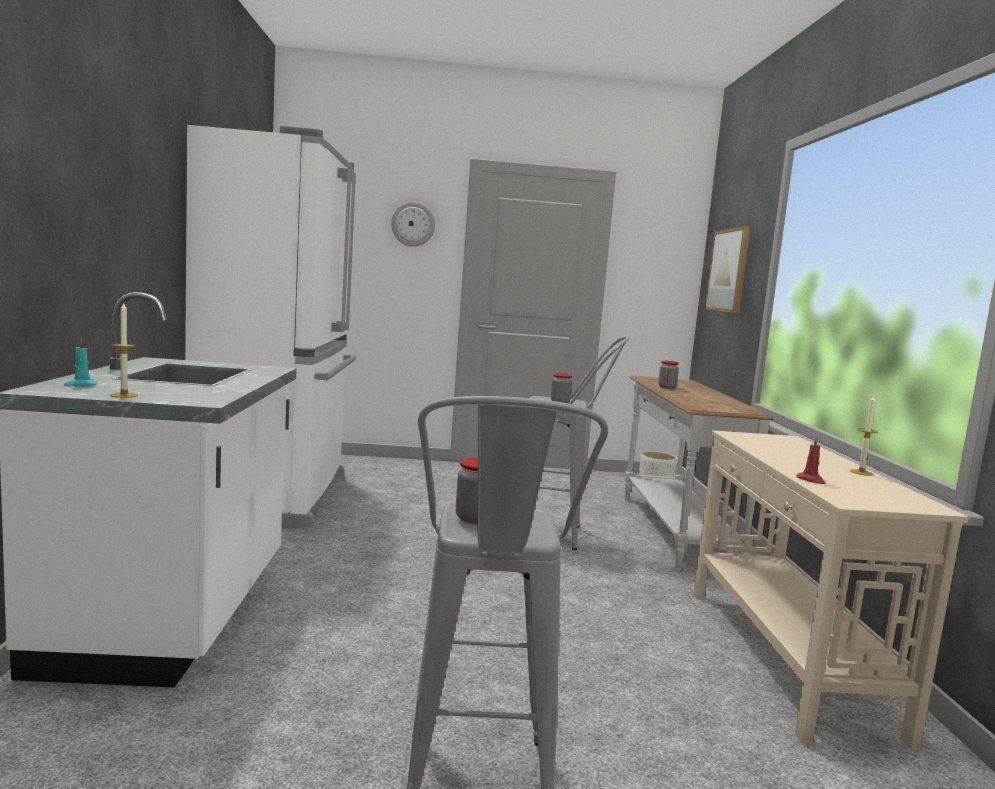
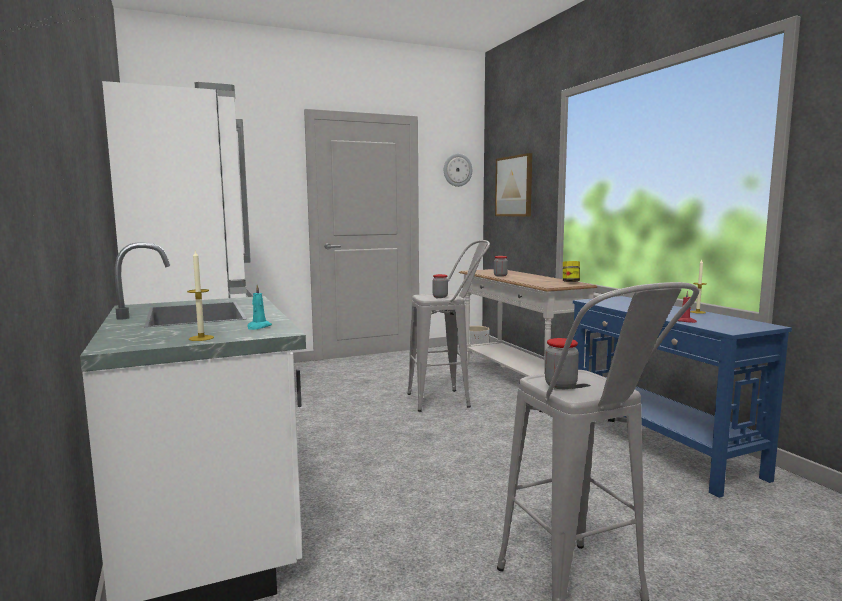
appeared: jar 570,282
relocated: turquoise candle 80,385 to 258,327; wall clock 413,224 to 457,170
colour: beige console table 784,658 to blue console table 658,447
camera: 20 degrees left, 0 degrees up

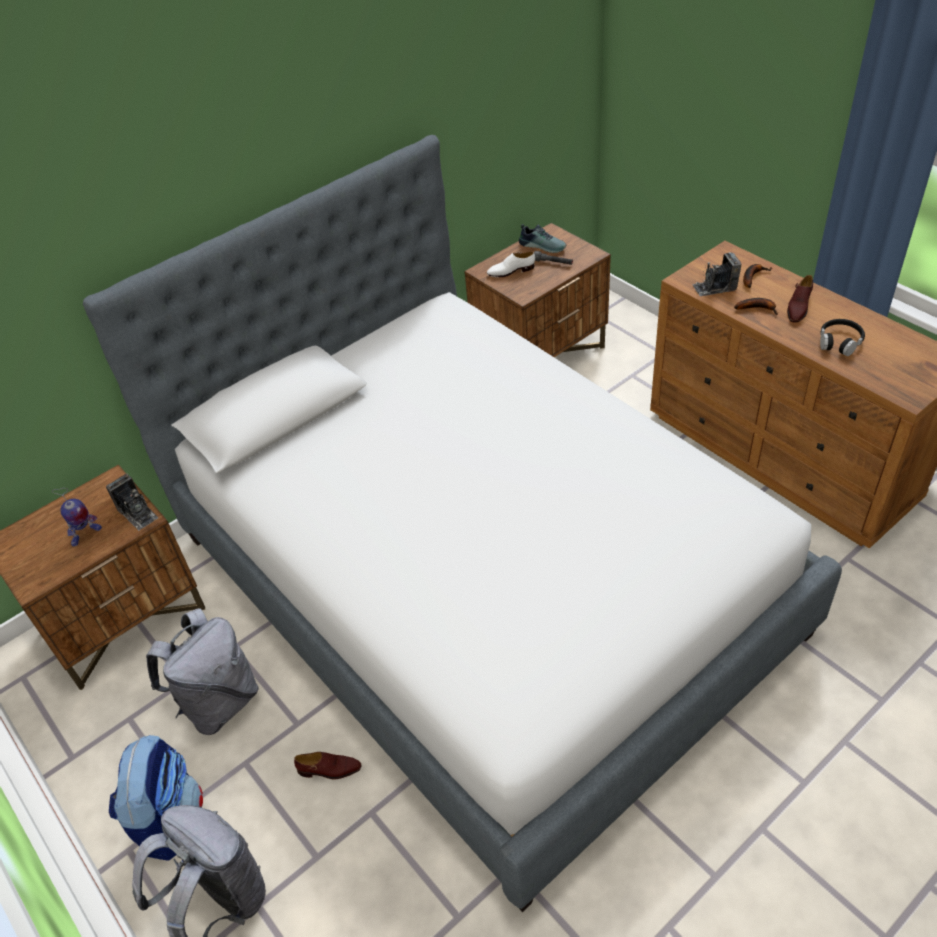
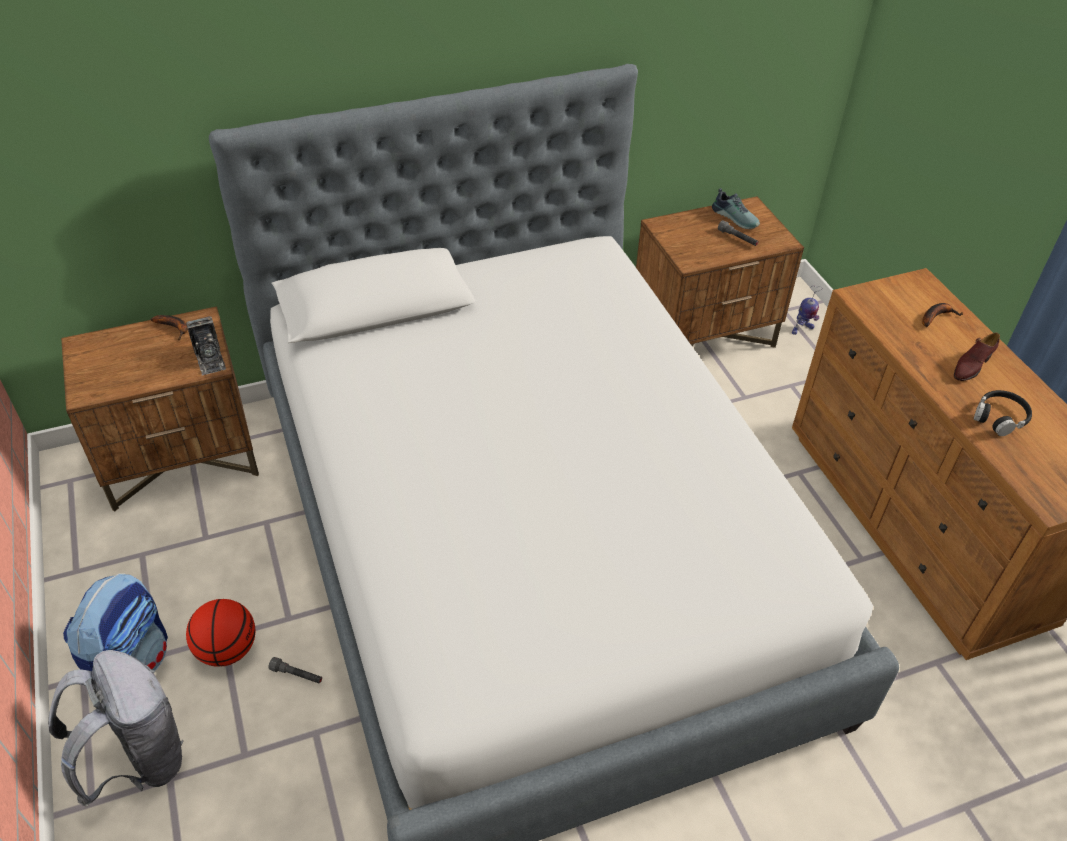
missing: grey backpack 219,702; white shoe 511,271; photo camera 714,287
appeared: basketball 227,650
relocated: toy robot 85,535 to 802,329; banana 758,308 to 174,328
exchanged: brown shoe 329,770 to grey flashlight 297,675
camera: 15 degrees right, 0 degrees up

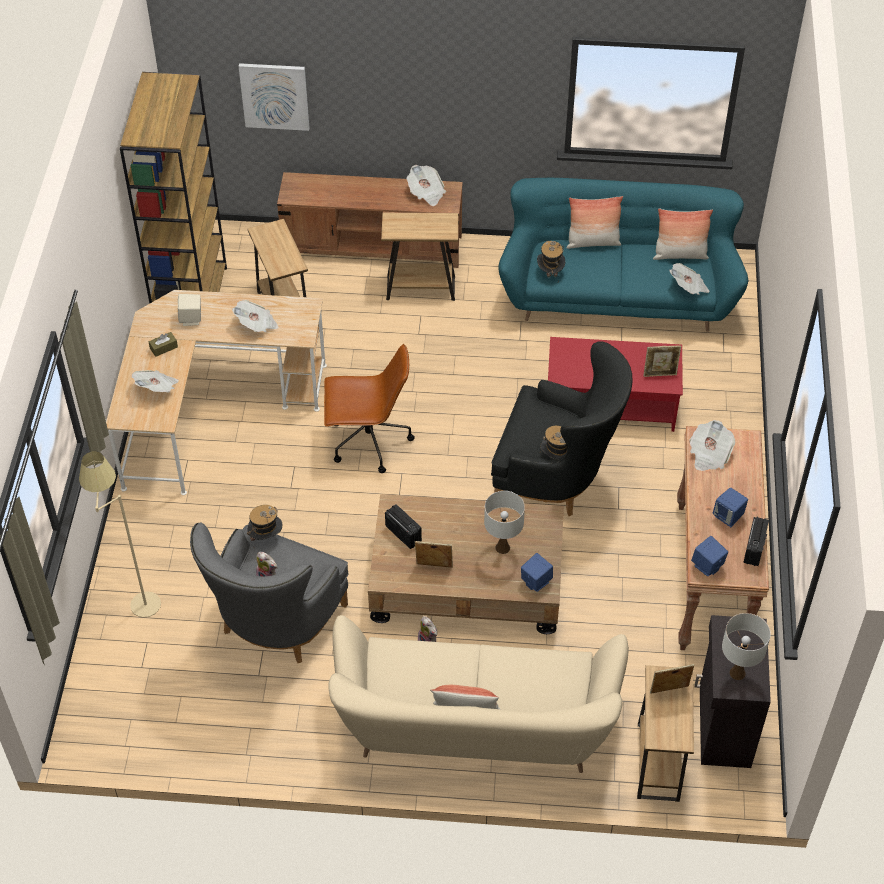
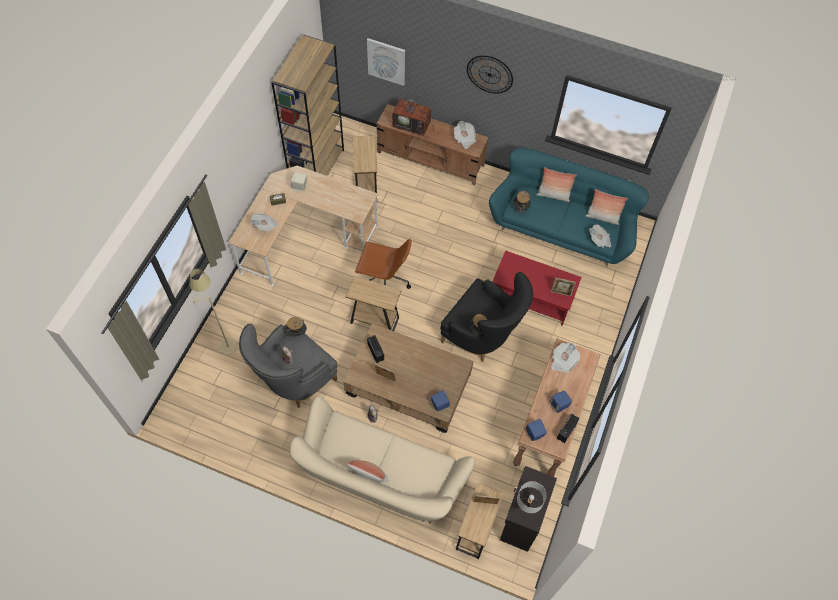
missing: newspaper 257,325; white table lamp 502,548
appeared: television 413,125; wall clock 489,74
relocated: brown side table 420,288 to 374,320
camera: 15 degrees right, 10 degrees up

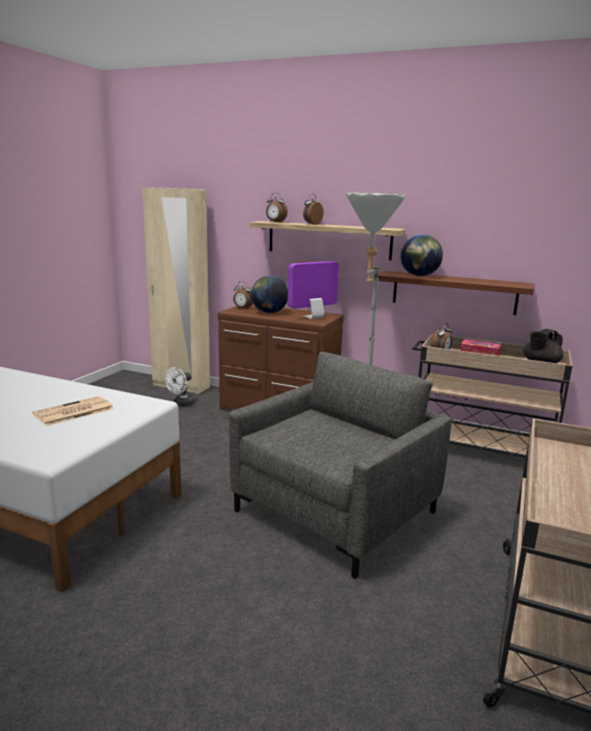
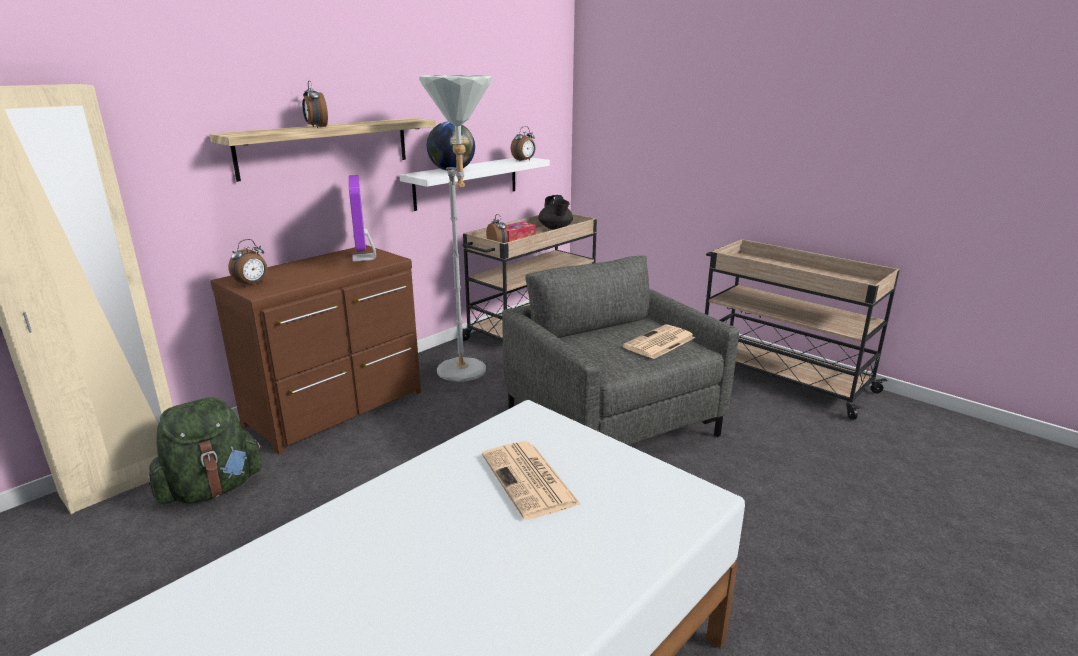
missing: globe 269,312
appeared: newspaper 659,343
relocated: alarm clock 275,222 to 524,161
exchanged: white fan 181,404 to green backpack 212,489
colour: brown shelf 453,292 to white shelf 466,182
camera: 70 degrees left, 5 degrees up

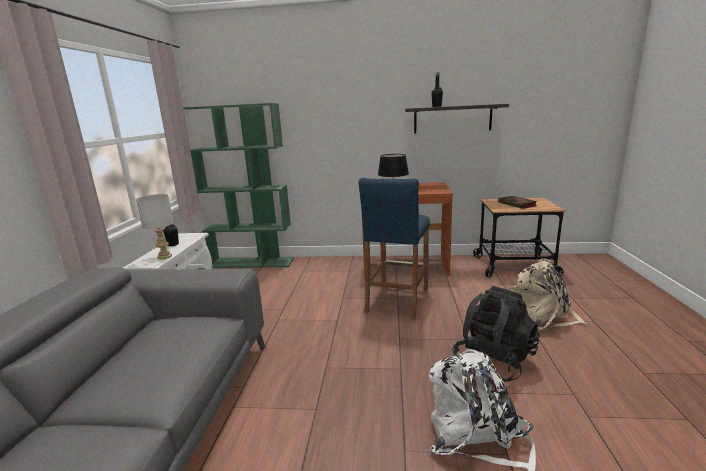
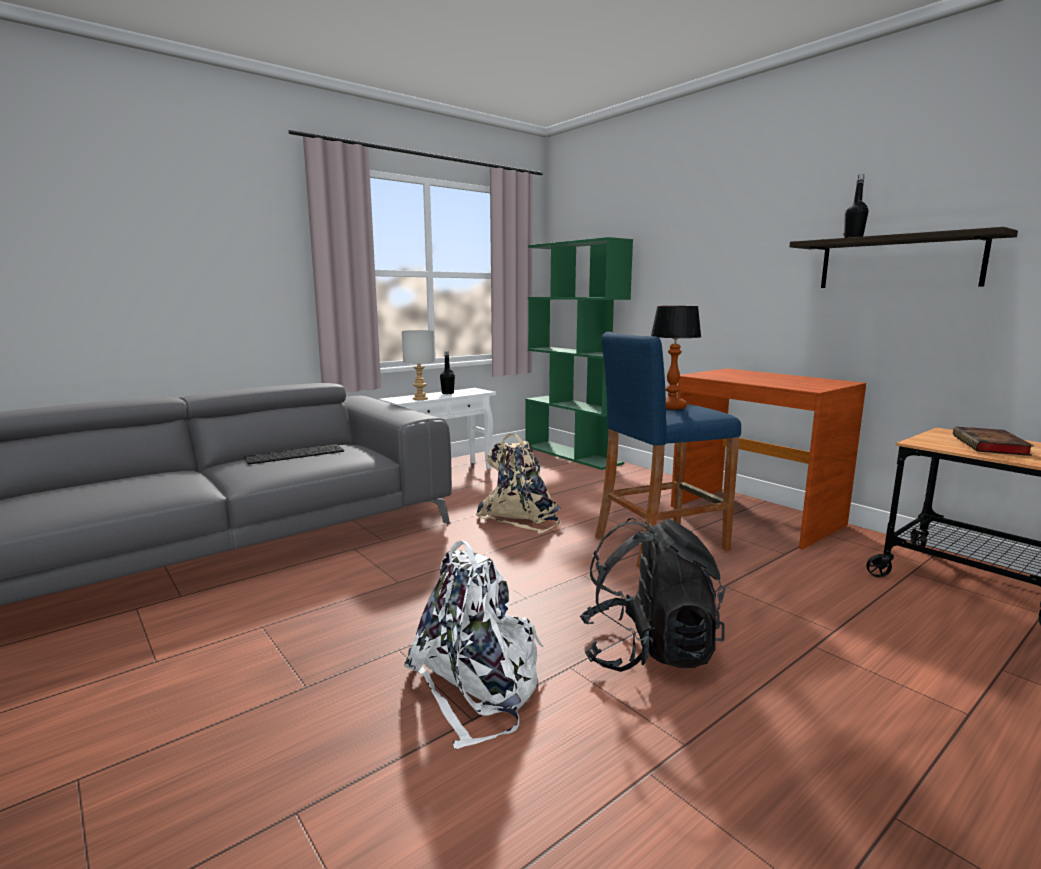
appeared: keyboard 295,454
relocated: beige backpack 541,318 to 521,517
camera: 45 degrees right, 5 degrees down

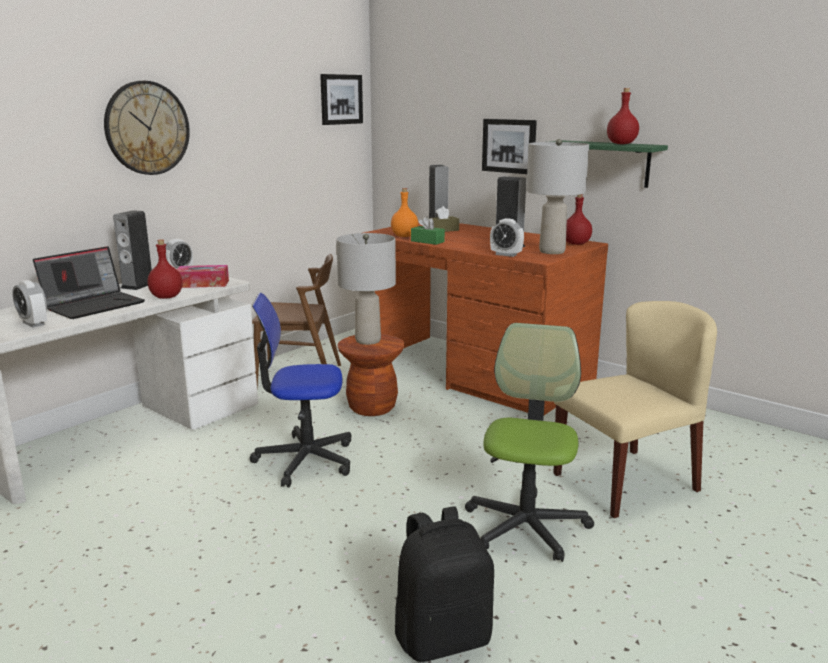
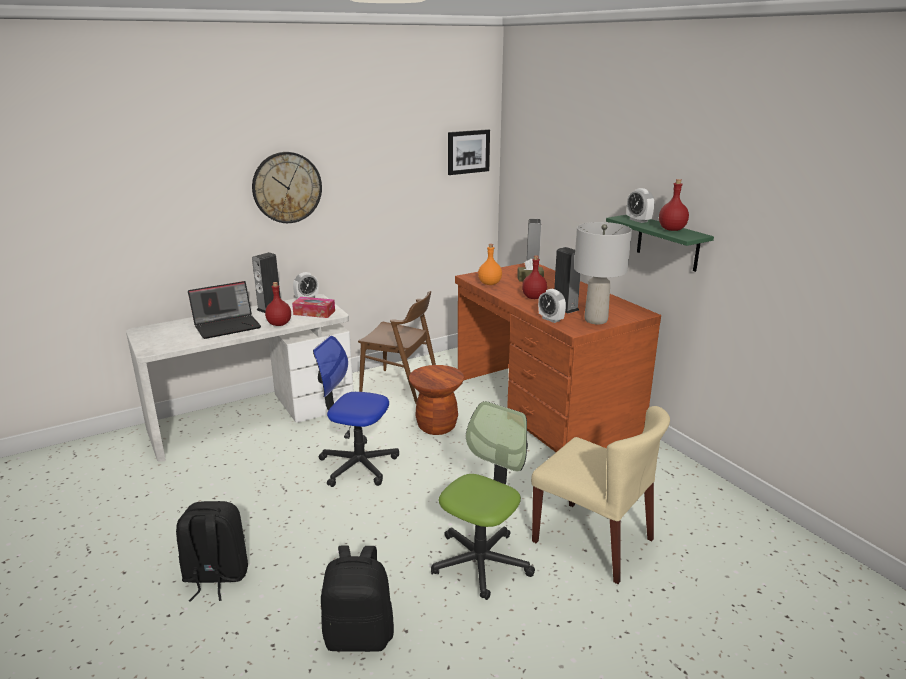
missing: grey table lamp 368,340; green tissue box 427,241; picture 509,146
appeared: black backpack 215,577
relocated: alarm clock 34,323 to 638,220; red bottle 576,244 to 533,297
spun: beige chair 625,481 = 593,540 45 degrees clockwise
camera: 20 degrees right, 5 degrees up

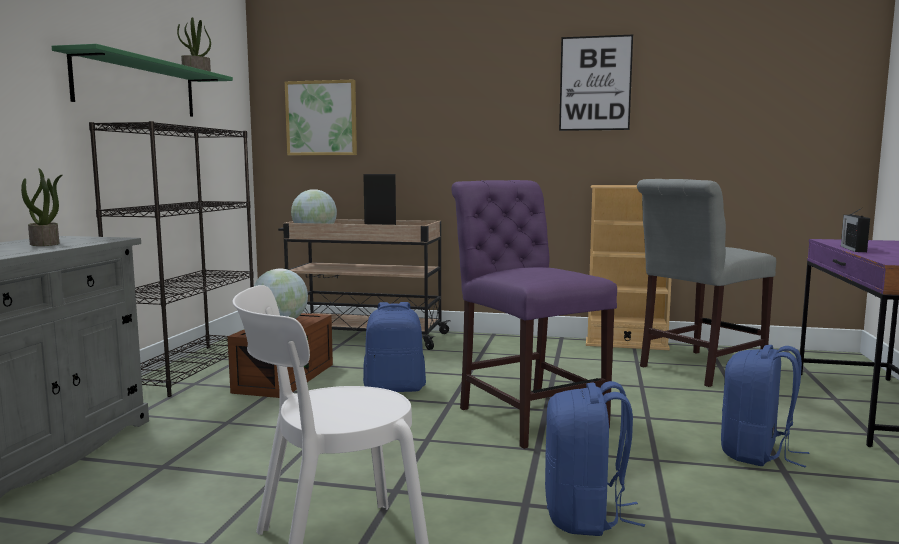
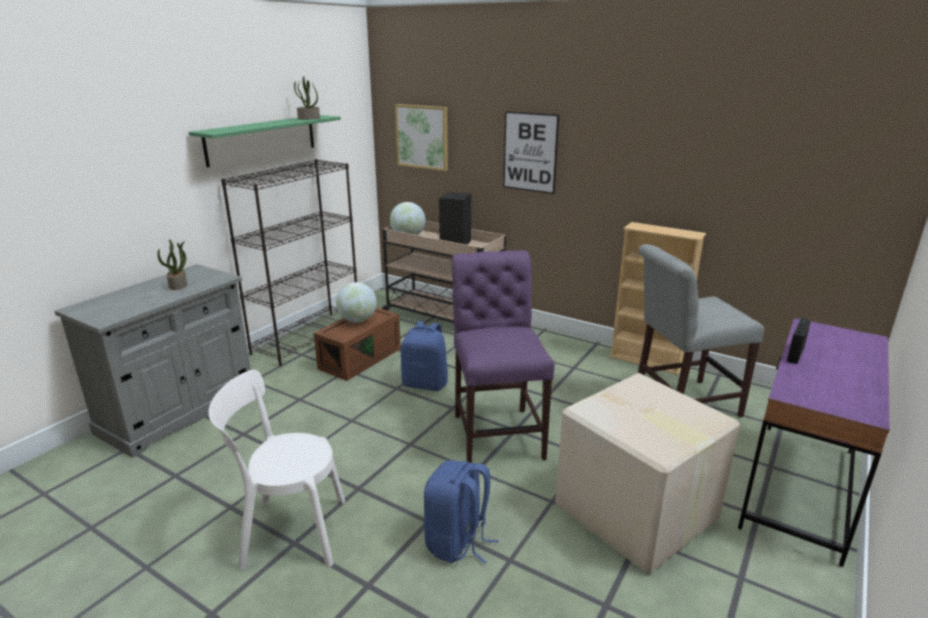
relocated: picture 595,83 to 530,152
exchanged: blue backpack 757,454 to cardboard box 635,514
camera: 20 degrees right, 15 degrees up

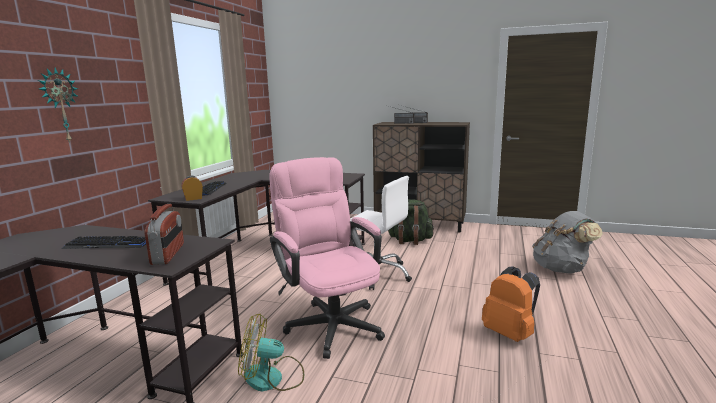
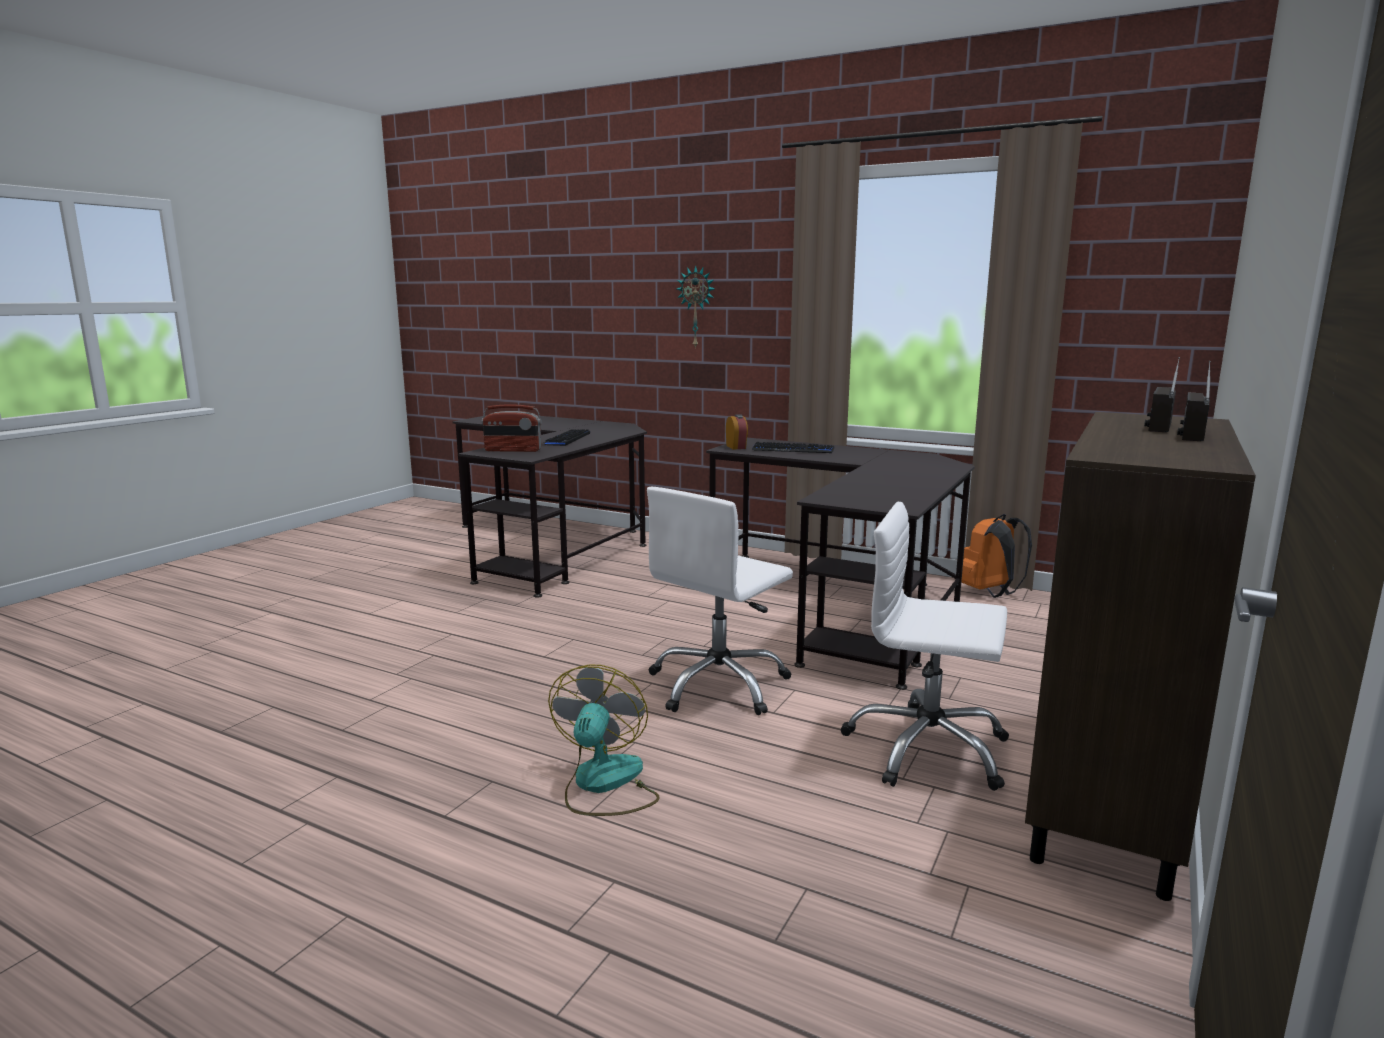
missing: pink office chair 330,322; grey backpack 562,269
relocated: fan 272,378 to 604,784; orange backpack 510,333 to 991,592
exchanged: green backpack 410,241 to white office chair 927,749
camera: 100 degrees right, 0 degrees up

